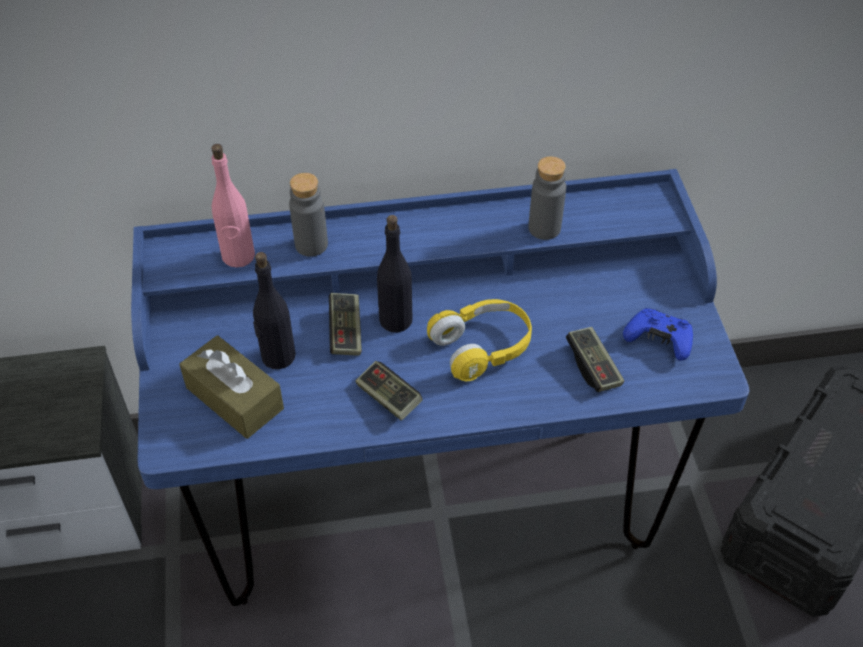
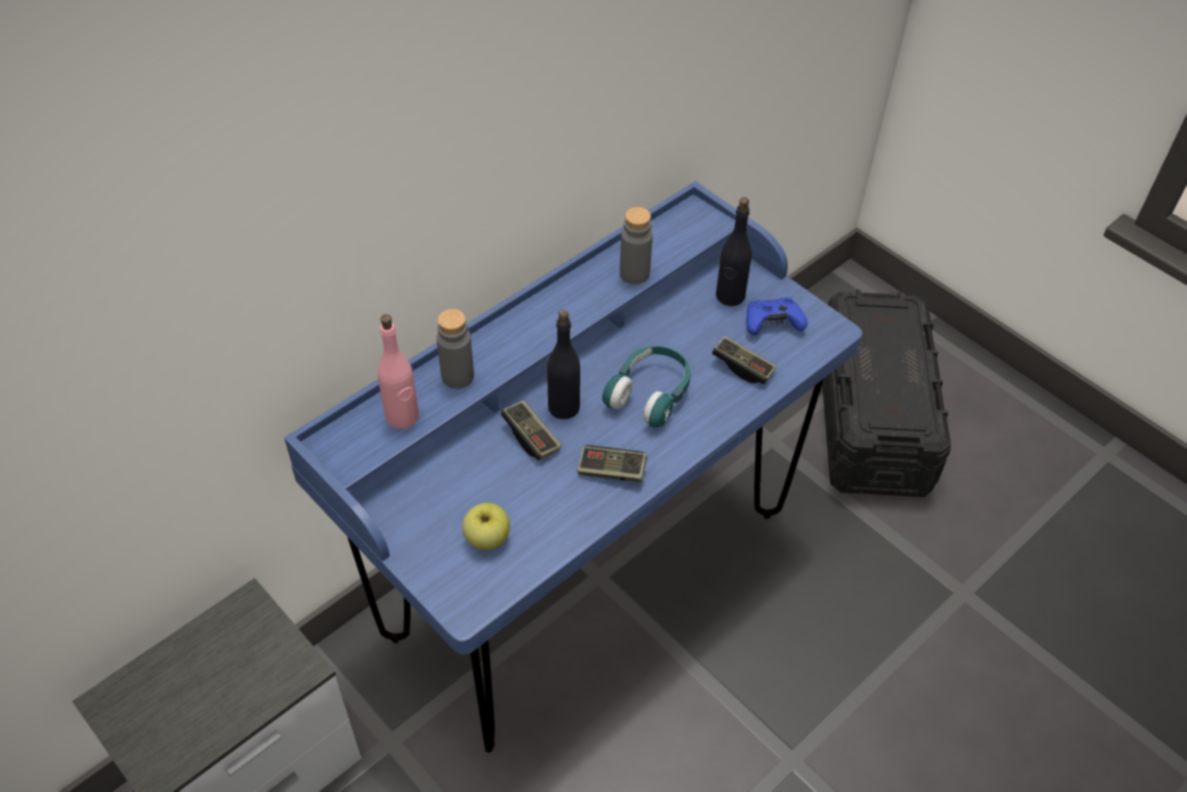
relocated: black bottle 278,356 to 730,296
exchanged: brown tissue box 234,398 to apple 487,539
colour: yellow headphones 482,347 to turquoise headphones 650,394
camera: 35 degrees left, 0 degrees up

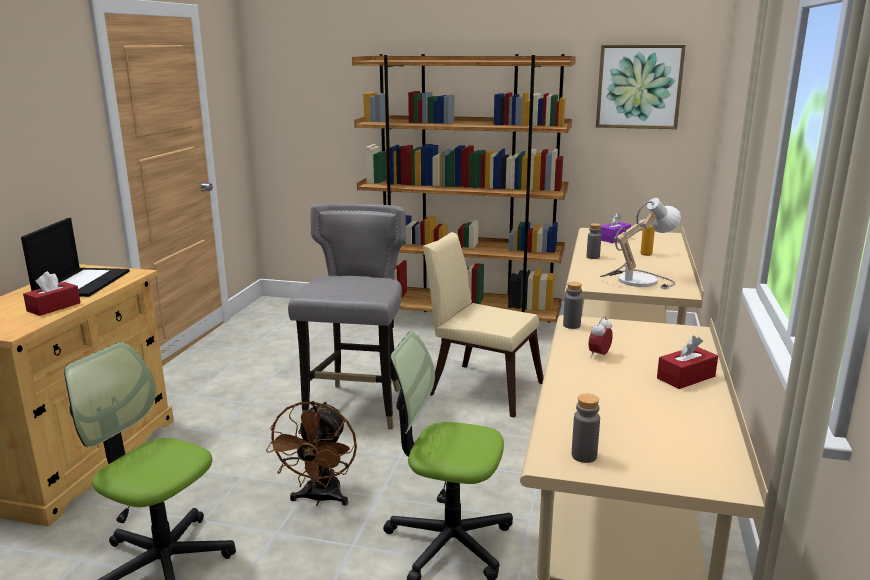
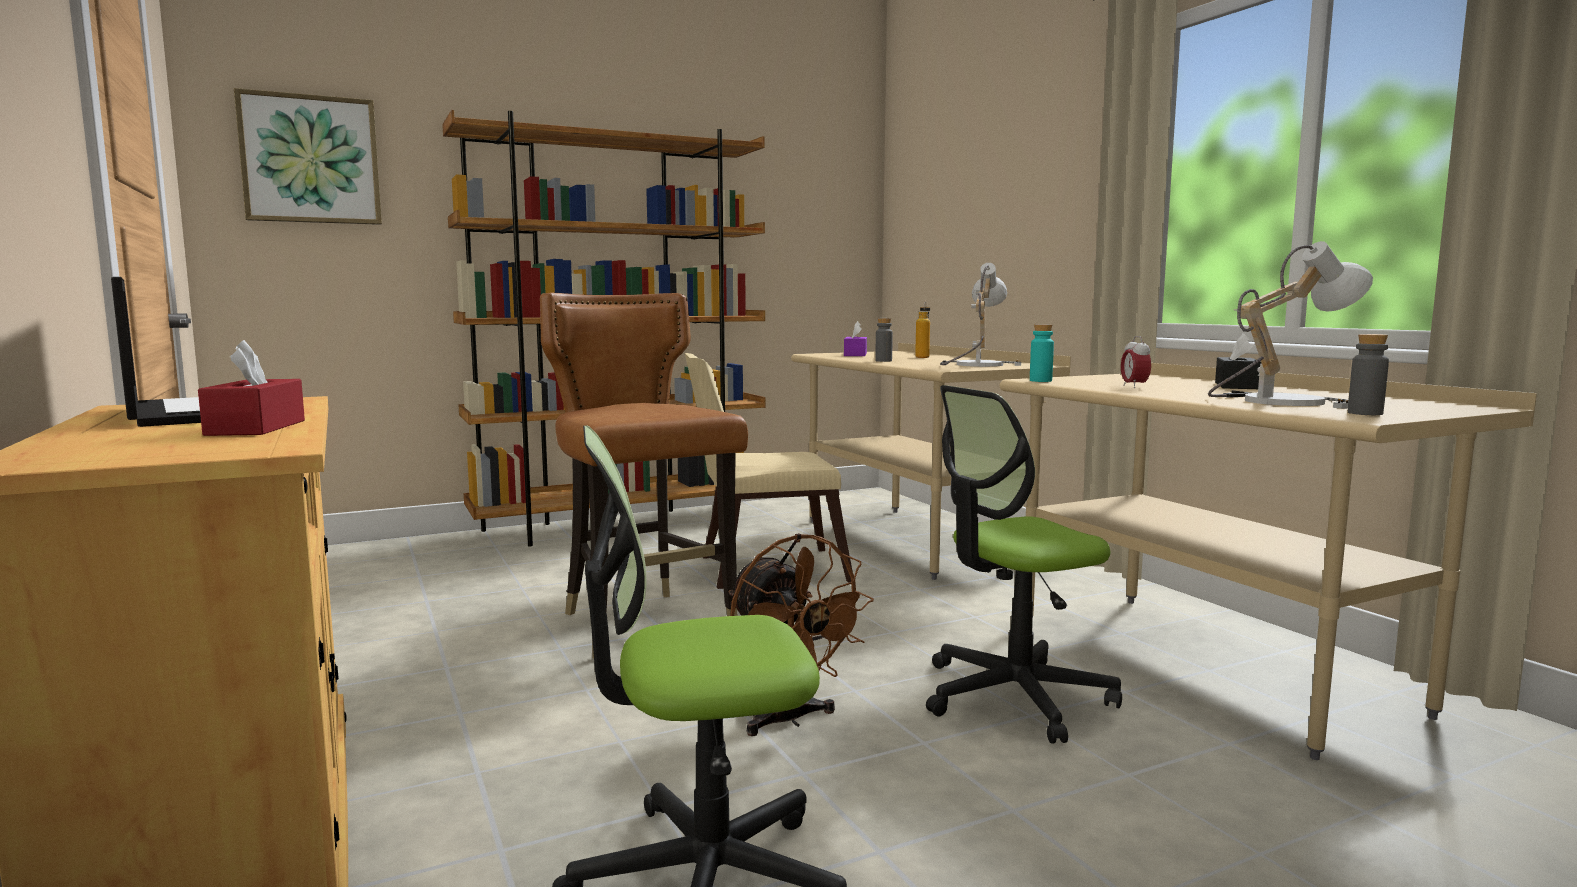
appeared: table lamp 1281,401
relocated: picture 639,86 to 310,159
colour: grey chair 357,407 to brown chair 645,624; grey bottle 571,325 to turquoise bottle 1040,381; red tissue box 686,377 to black tissue box 1236,386
camera: 40 degrees left, 10 degrees down

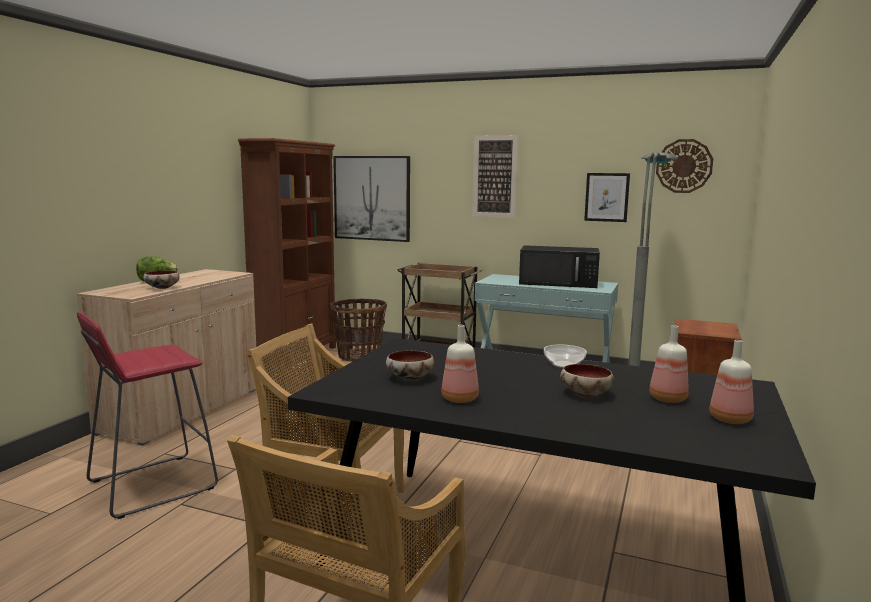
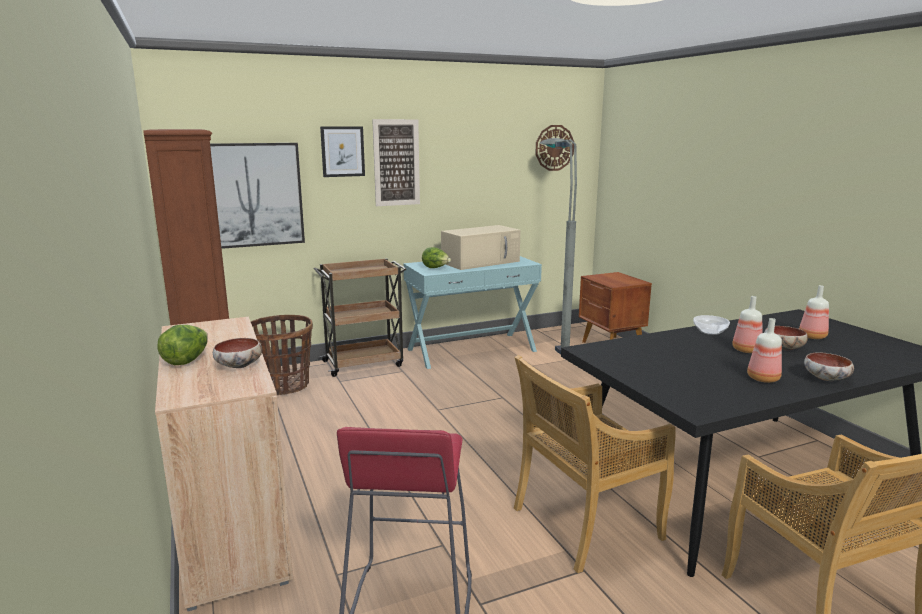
appeared: lettuce 436,268
relocated: bowl 409,378 to 826,379; picture 607,197 to 342,151; bottle 730,419 to 746,350
colour: black microwave 559,283 to beige microwave 481,262
camera: 45 degrees left, 5 degrees up

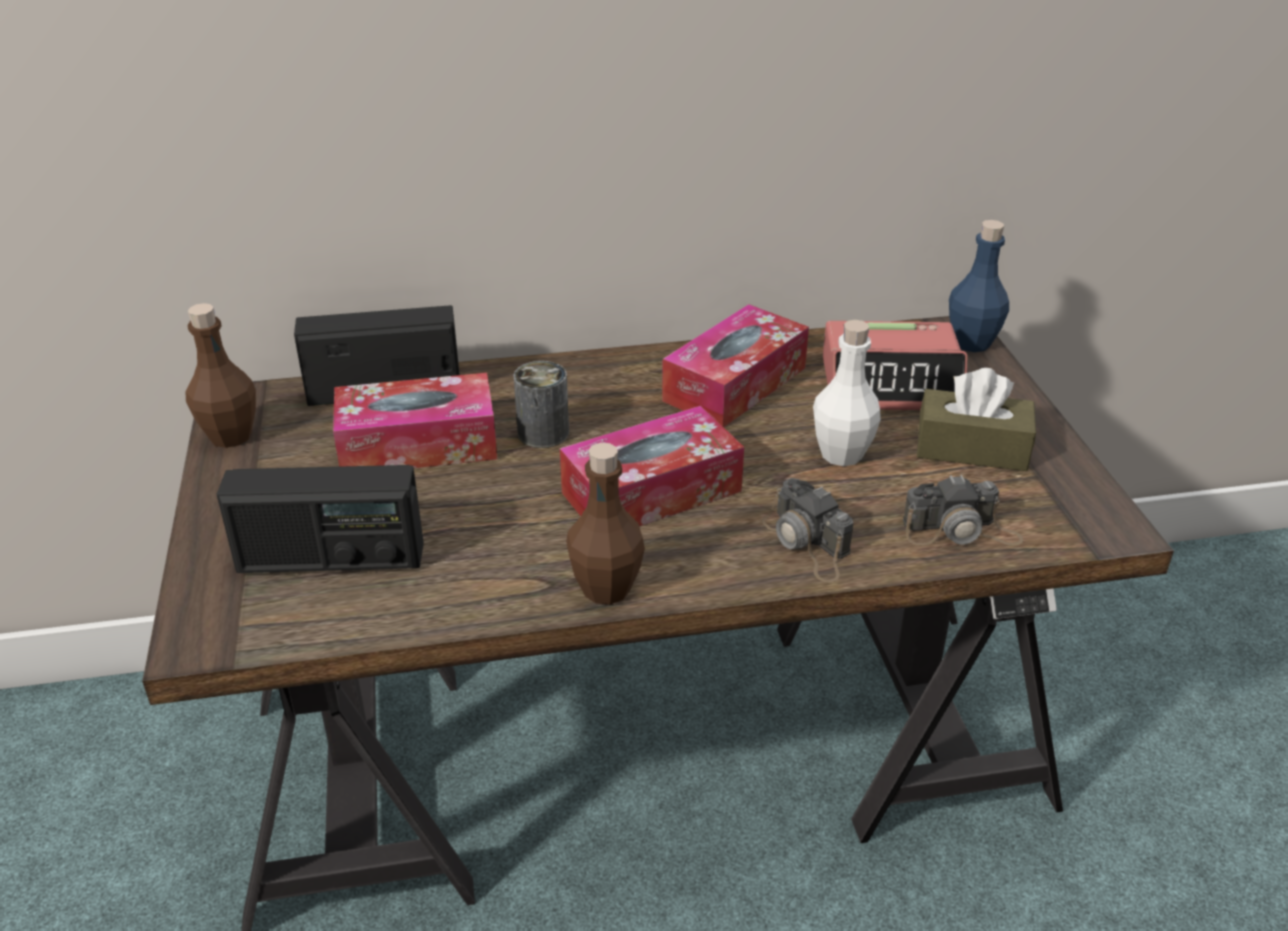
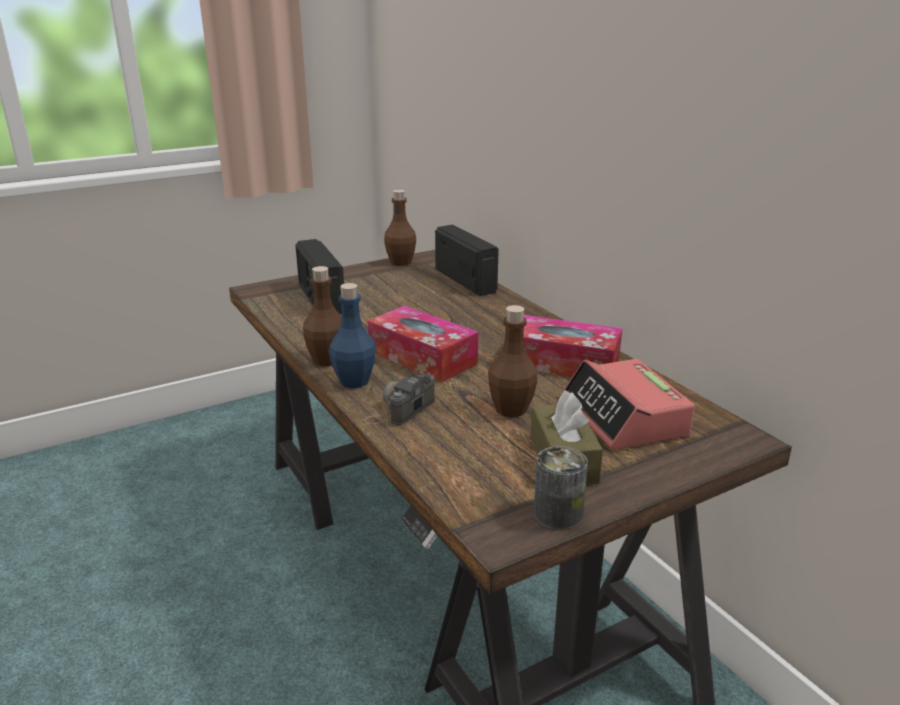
missing: tissue box 418,444; photo camera 961,531
relocated: can 543,433 to 558,514; blue bottle 971,343 to 354,381
colour: white bottle 841,454 to brown bottle 511,409
camera: 70 degrees right, 10 degrees down

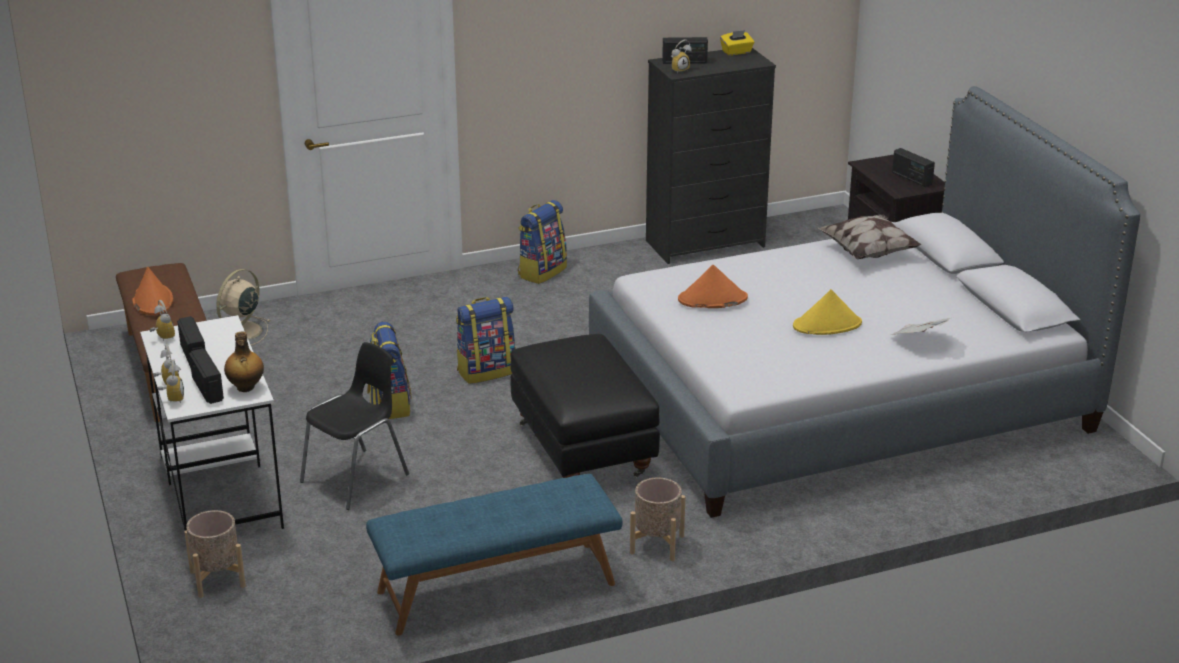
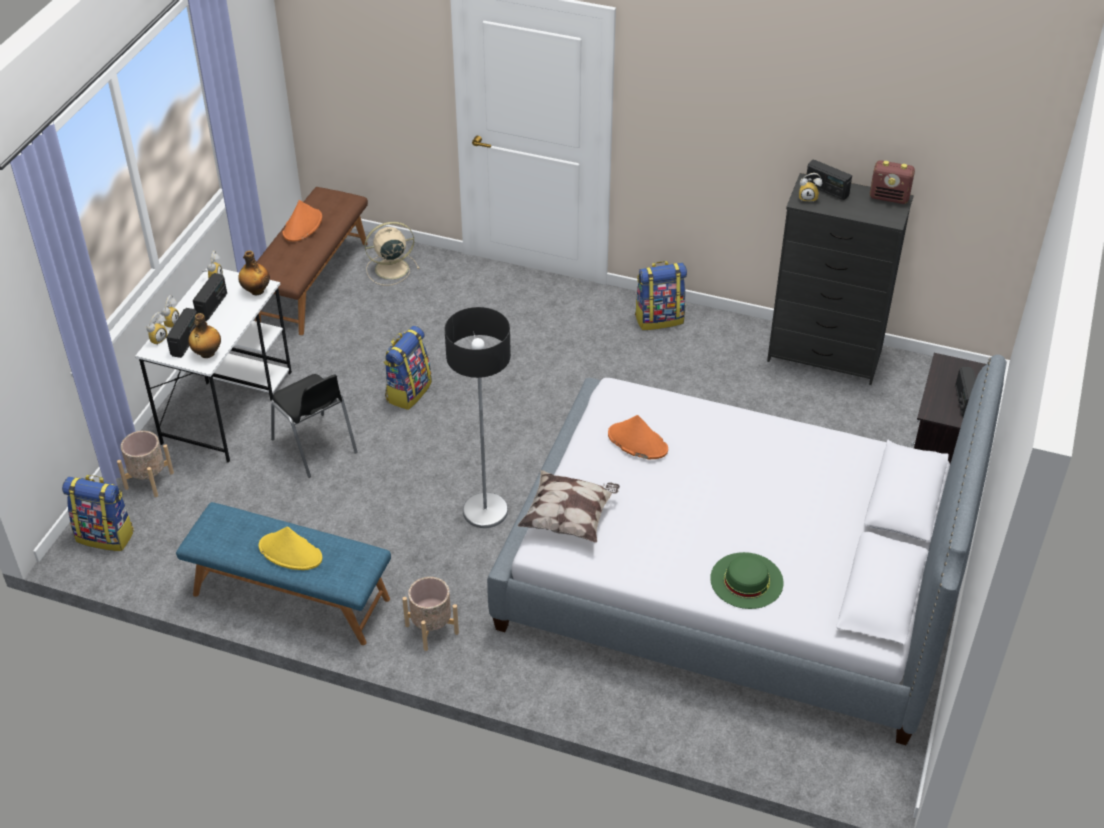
appeared: bottle 256,291
relocated: backpack 486,371 to 106,535; yellow hat 827,325 to 291,552; pillow 868,252 to 569,518
exchanged: black ottoman 584,450 to floor lamp 485,511; yellow tissue box 736,52 to radio 889,198; newspaper 919,340 to green hat 746,580
spun: black chair 357,478 = 315,446 60 degrees clockwise
camera: 40 degrees right, 15 degrees up

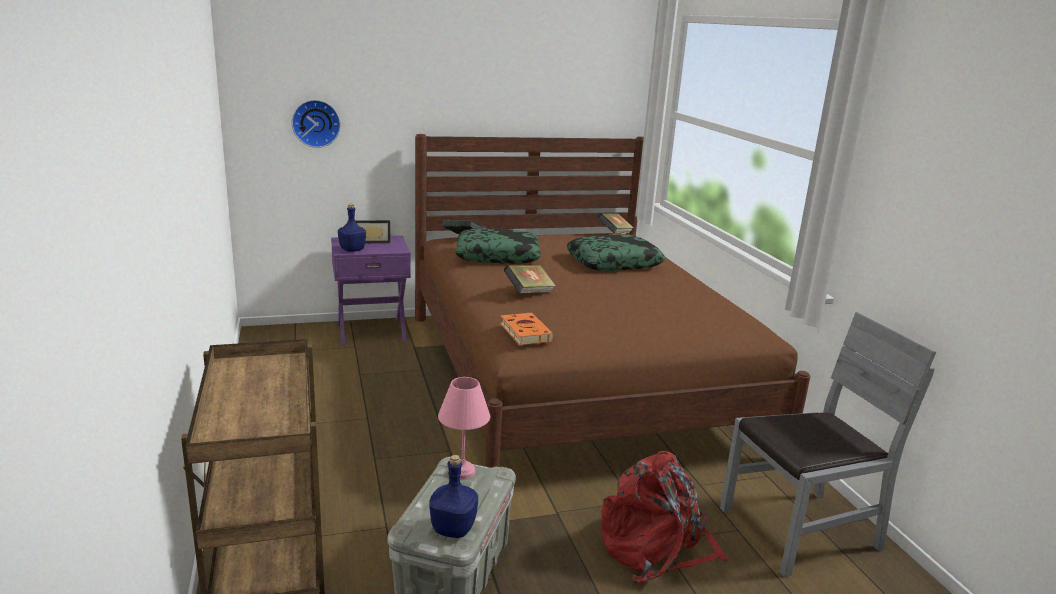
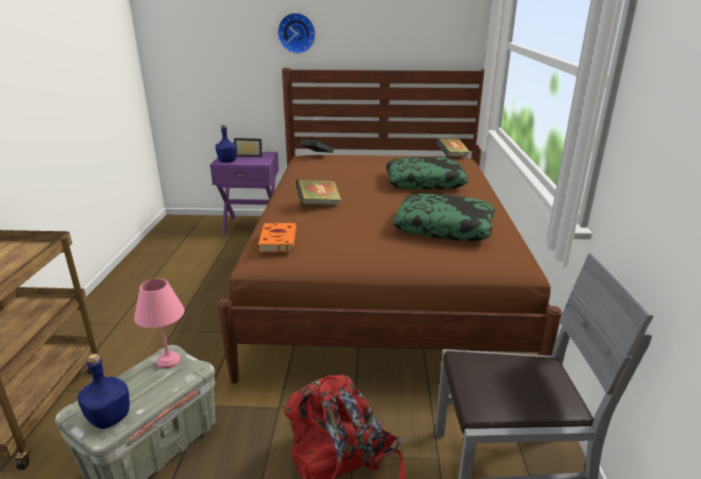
relocated: wall clock 316,123 to 297,33; pillow 498,256 to 444,227
camera: 20 degrees right, 5 degrees up

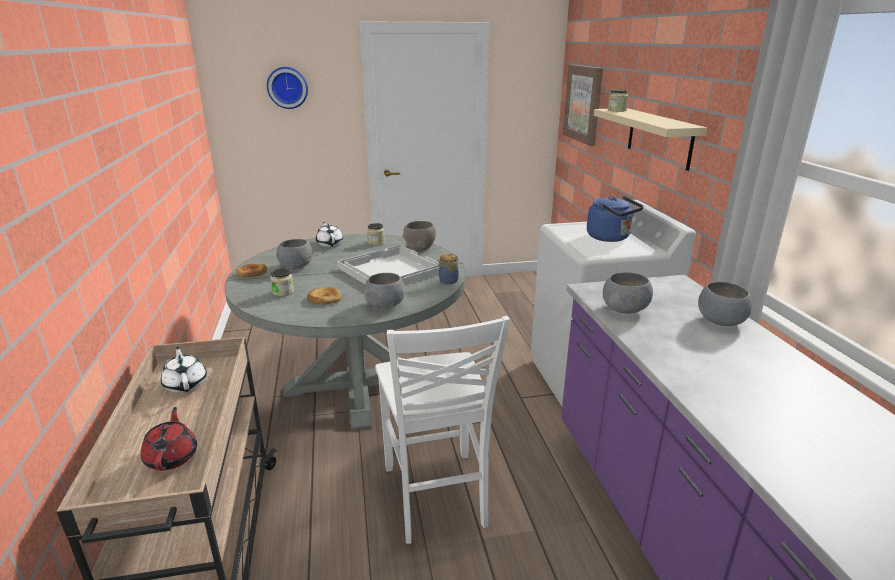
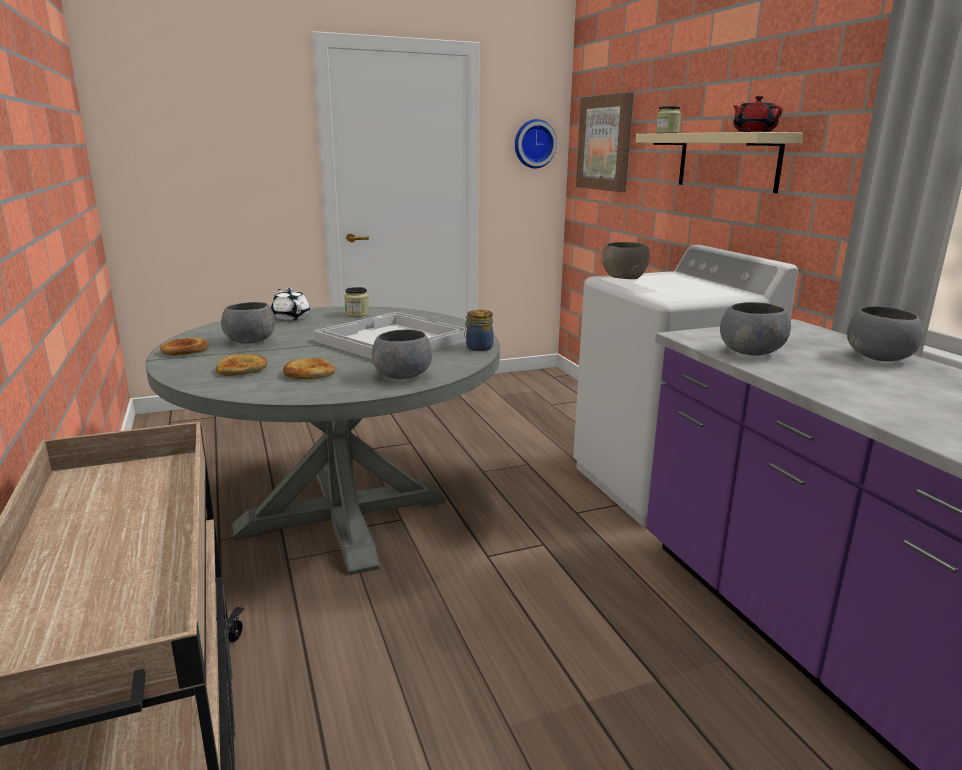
missing: white teapot 186,384; white chair 436,497; blue kettle 610,238
relocated: red teapot 172,457 to 753,132; wall clock 287,87 to 534,144; grey bowl 419,247 to 623,277
exchanged: jar 283,292 to bread 242,369
camera: 10 degrees left, 5 degrees down

